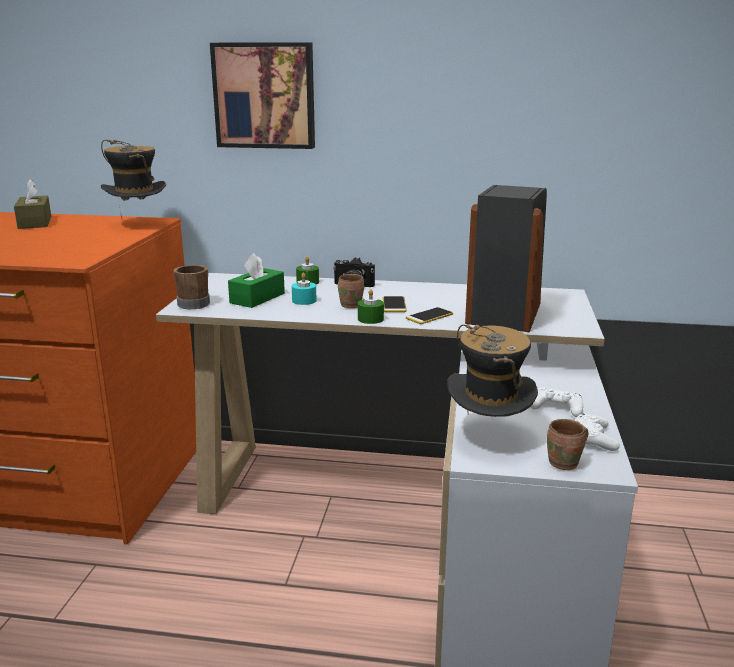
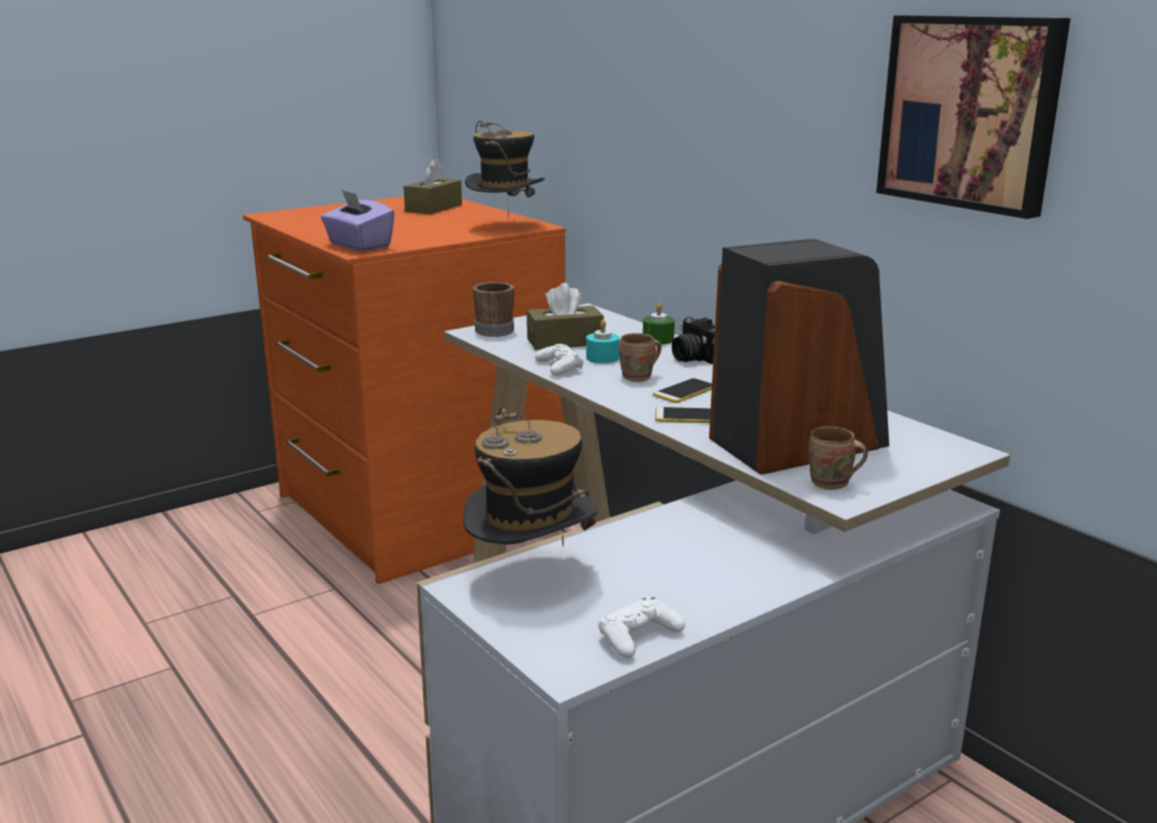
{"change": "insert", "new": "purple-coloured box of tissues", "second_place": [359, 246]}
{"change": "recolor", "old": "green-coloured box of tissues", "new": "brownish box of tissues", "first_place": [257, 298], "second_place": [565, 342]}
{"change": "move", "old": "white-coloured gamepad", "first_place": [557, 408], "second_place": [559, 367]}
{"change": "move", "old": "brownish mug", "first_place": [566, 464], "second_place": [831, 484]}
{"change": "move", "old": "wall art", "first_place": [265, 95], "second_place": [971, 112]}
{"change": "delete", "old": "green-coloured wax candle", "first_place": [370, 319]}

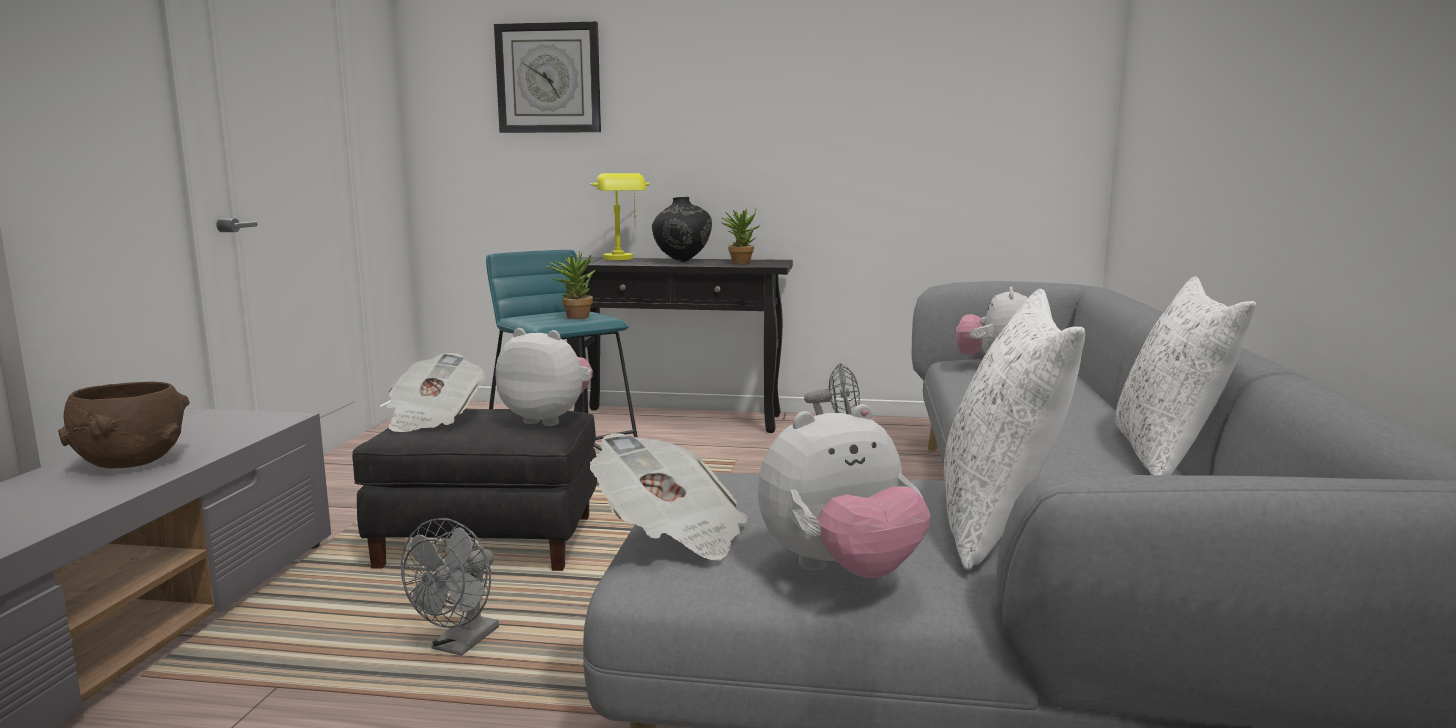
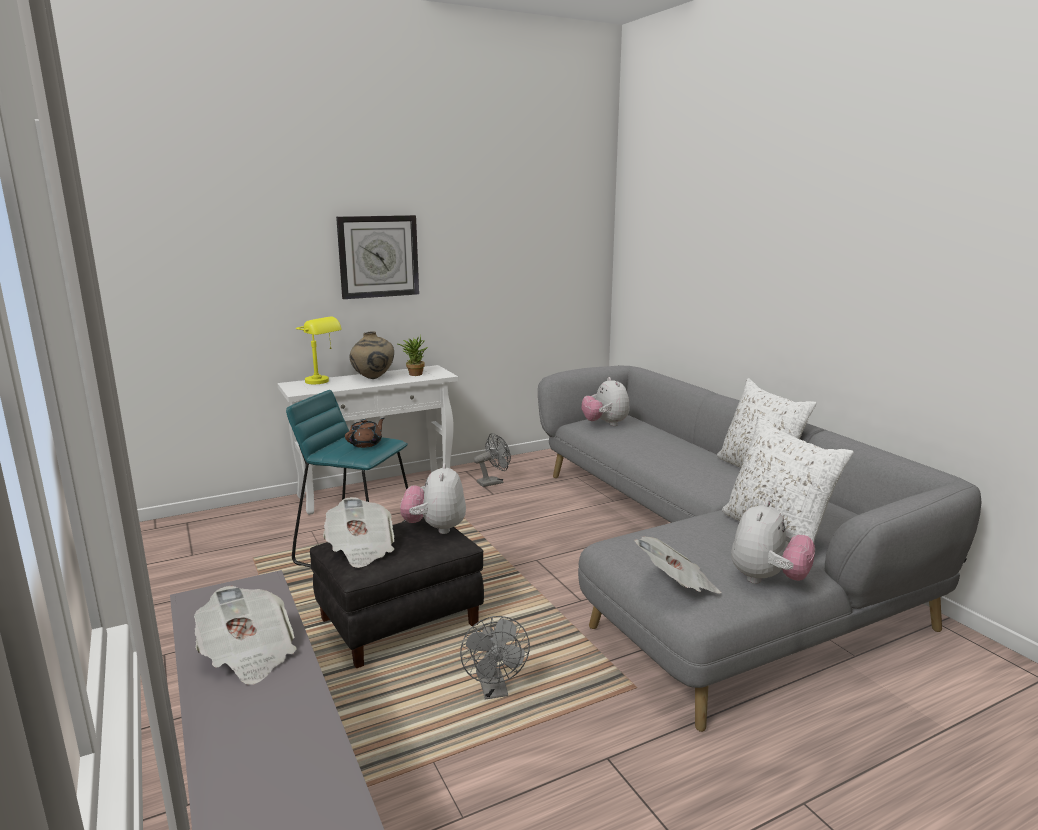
{"change": "replace", "old": "brownish deep dish", "new": "newspaper", "first_place": [131, 463], "second_place": [248, 655]}
{"change": "recolor", "old": "black-coloured narrow table", "new": "white-coloured narrow table", "first_place": [680, 420], "second_place": [377, 491]}
{"change": "move", "old": "wall clock", "first_place": [548, 78], "second_place": [378, 256]}
{"change": "replace", "old": "potted plant", "new": "brownish pot for tea", "first_place": [573, 316], "second_place": [366, 444]}
{"change": "recolor", "old": "black-coloured vase", "new": "beige-coloured vase", "first_place": [682, 261], "second_place": [373, 379]}
{"change": "rotate", "old": "soft toy", "first_place": [548, 419], "second_place": [435, 528], "degrees": -75}

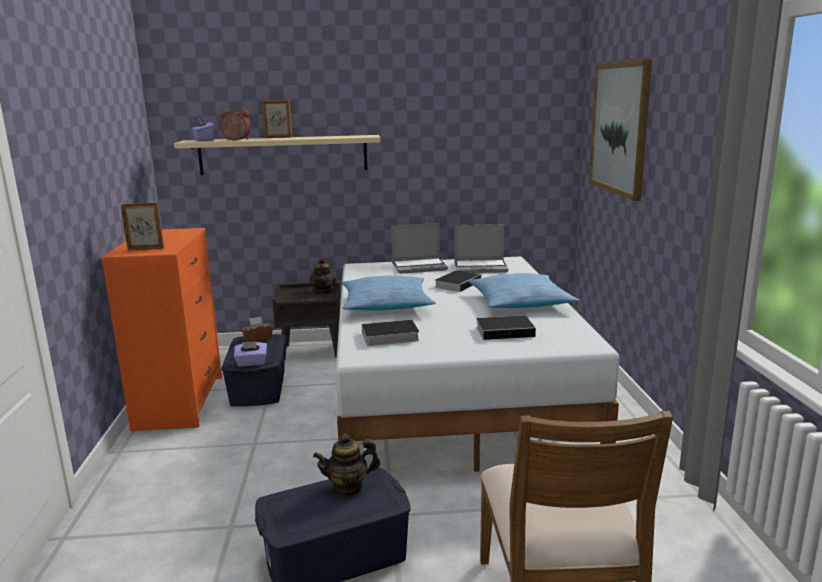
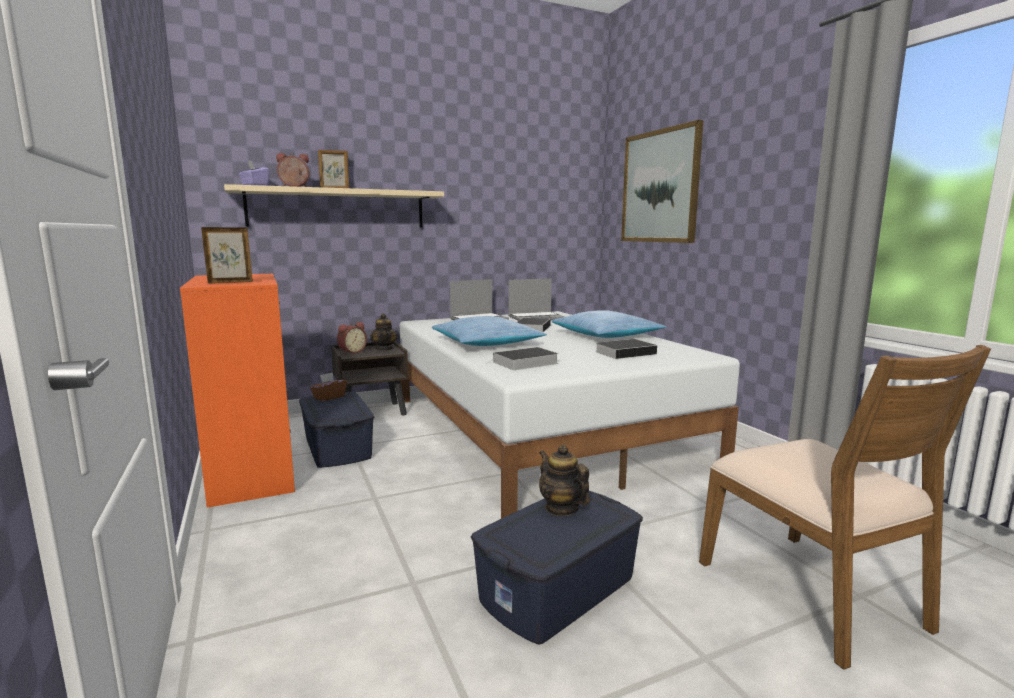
{"change": "insert", "new": "table clock", "second_place": [351, 352]}
{"change": "rotate", "old": "pot for tea", "first_place": [348, 488], "second_place": [561, 508], "degrees": 90}
{"change": "delete", "old": "purple-coloured box of tissues", "first_place": [251, 363]}

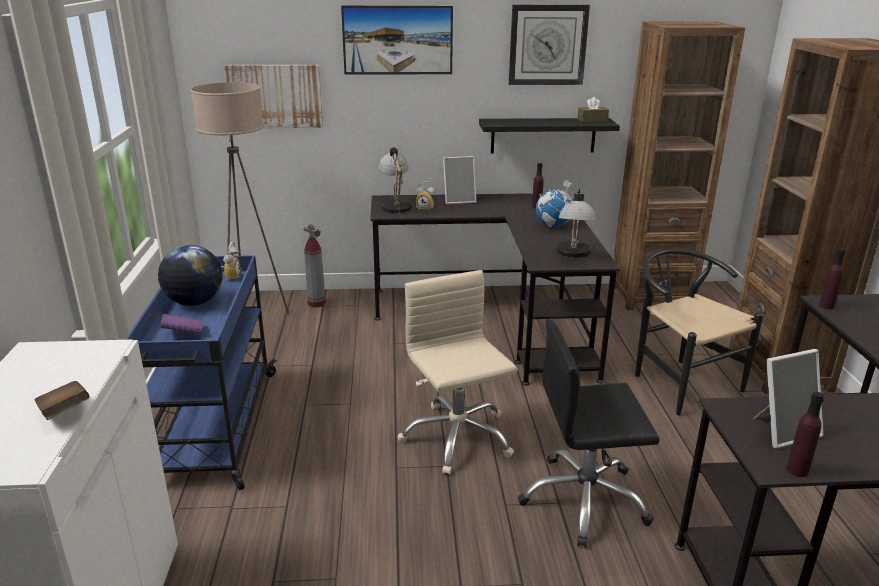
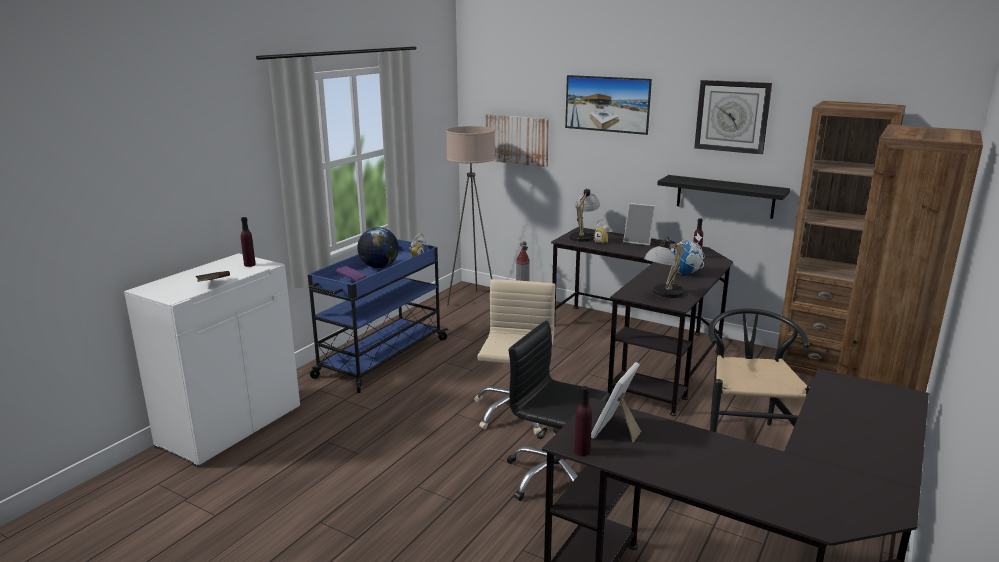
{"change": "move", "old": "purple-coloured beverage bottle", "first_place": [826, 306], "second_place": [249, 265]}
{"change": "rotate", "old": "standing frame", "first_place": [783, 430], "second_place": [616, 431], "degrees": 105}
{"change": "delete", "old": "brownish box of tissues", "first_place": [592, 120]}

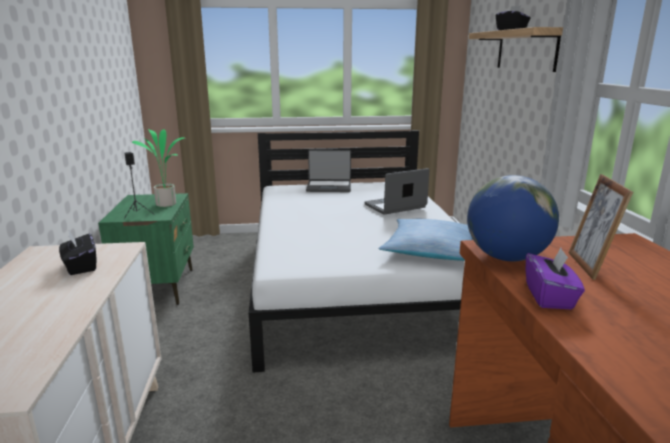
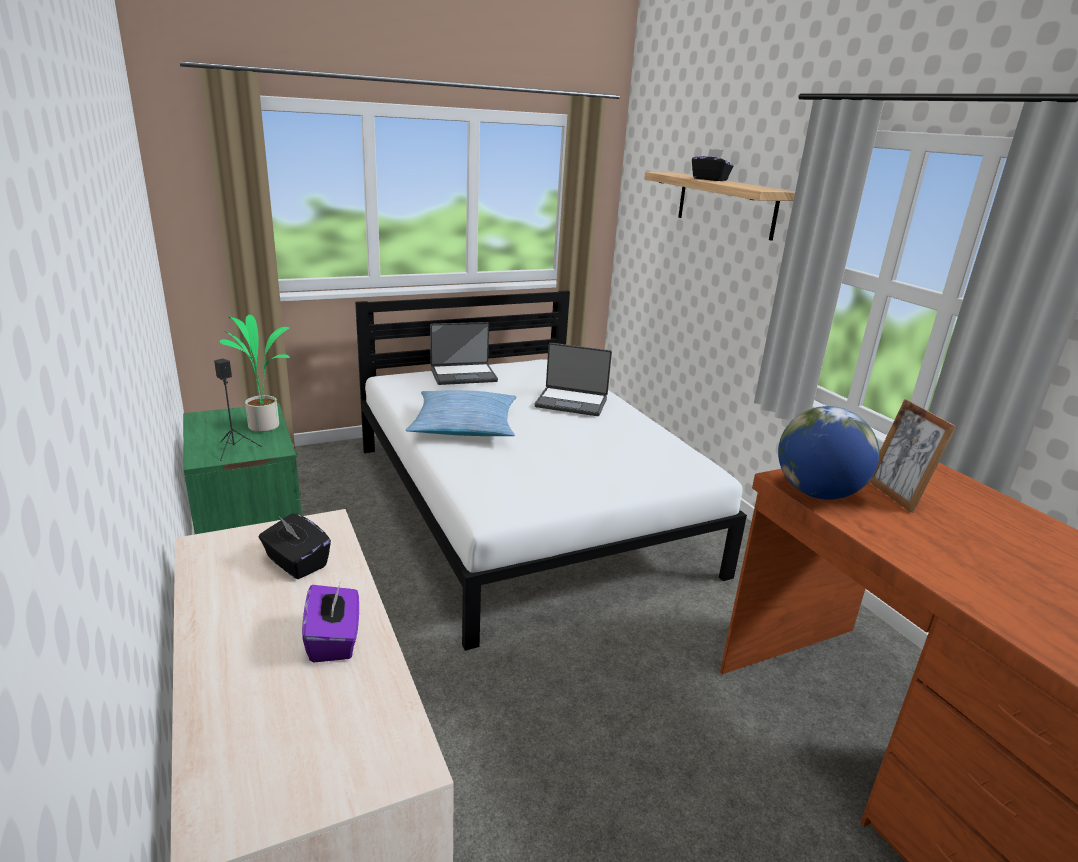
{"change": "move", "old": "purple-coloured box of tissues", "first_place": [549, 297], "second_place": [334, 640]}
{"change": "move", "old": "cushion", "first_place": [431, 250], "second_place": [464, 426]}
{"change": "rotate", "old": "notebook computer", "first_place": [395, 206], "second_place": [571, 402], "degrees": -120}

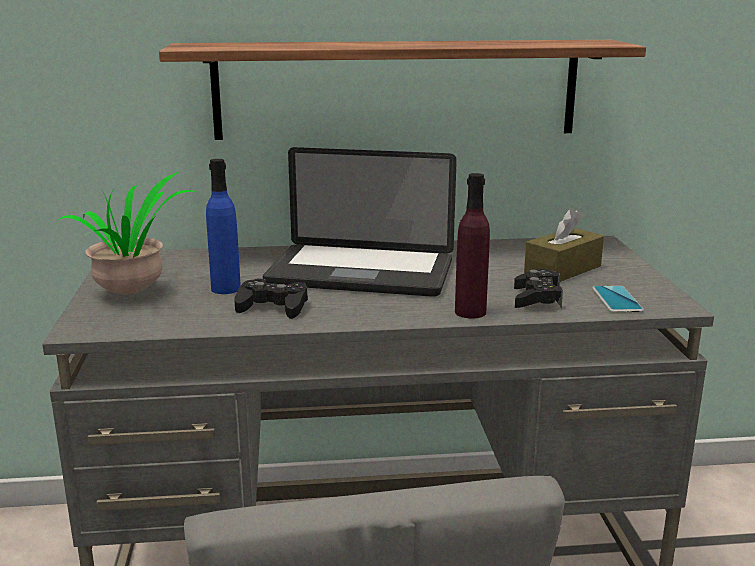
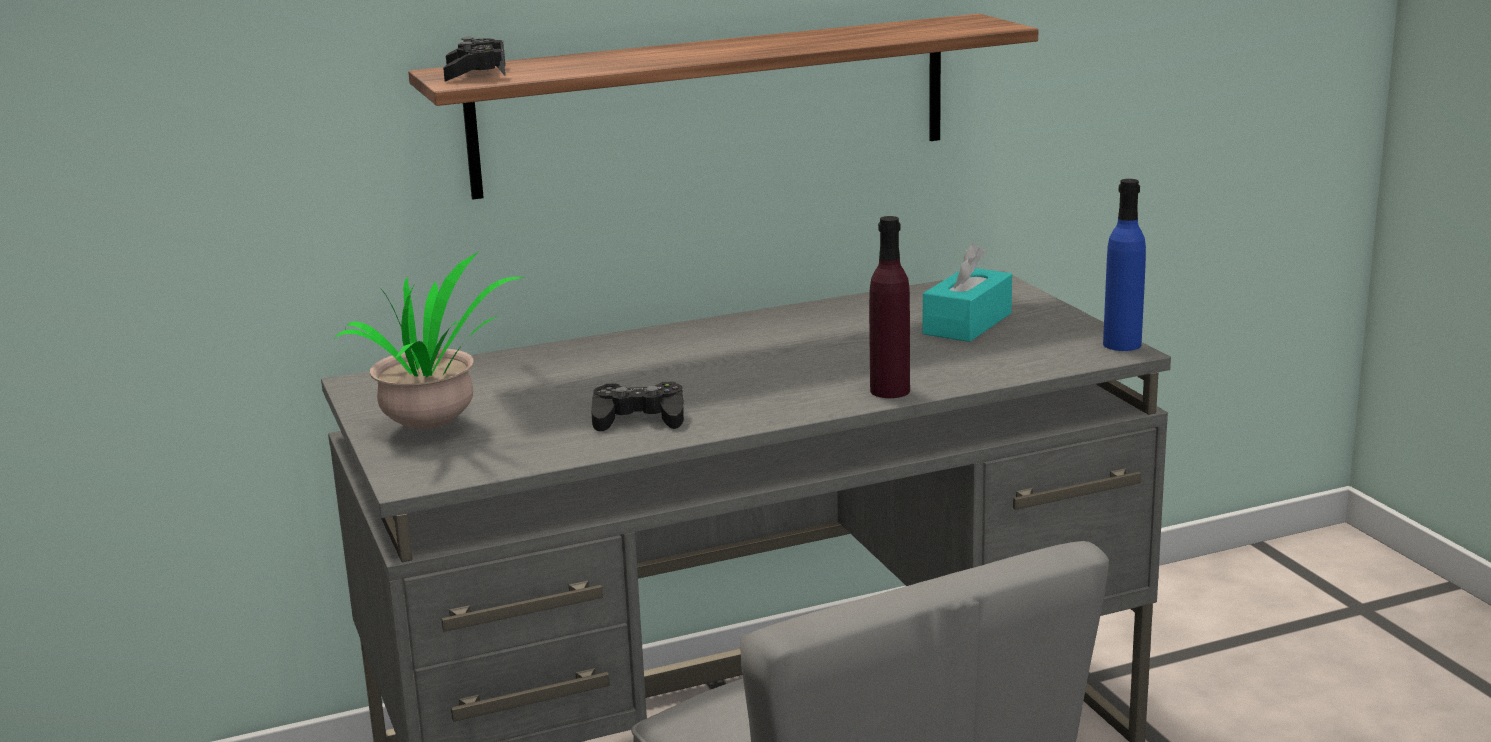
{"change": "move", "old": "black-coloured gamepad", "first_place": [537, 298], "second_place": [475, 73]}
{"change": "recolor", "old": "brownish box of tissues", "new": "blue-green box of tissues", "first_place": [562, 269], "second_place": [967, 324]}
{"change": "move", "old": "blue-coloured beverage bottle", "first_place": [226, 288], "second_place": [1122, 344]}
{"change": "delete", "old": "notebook computer", "first_place": [361, 273]}
{"change": "delete", "old": "handset", "first_place": [617, 300]}

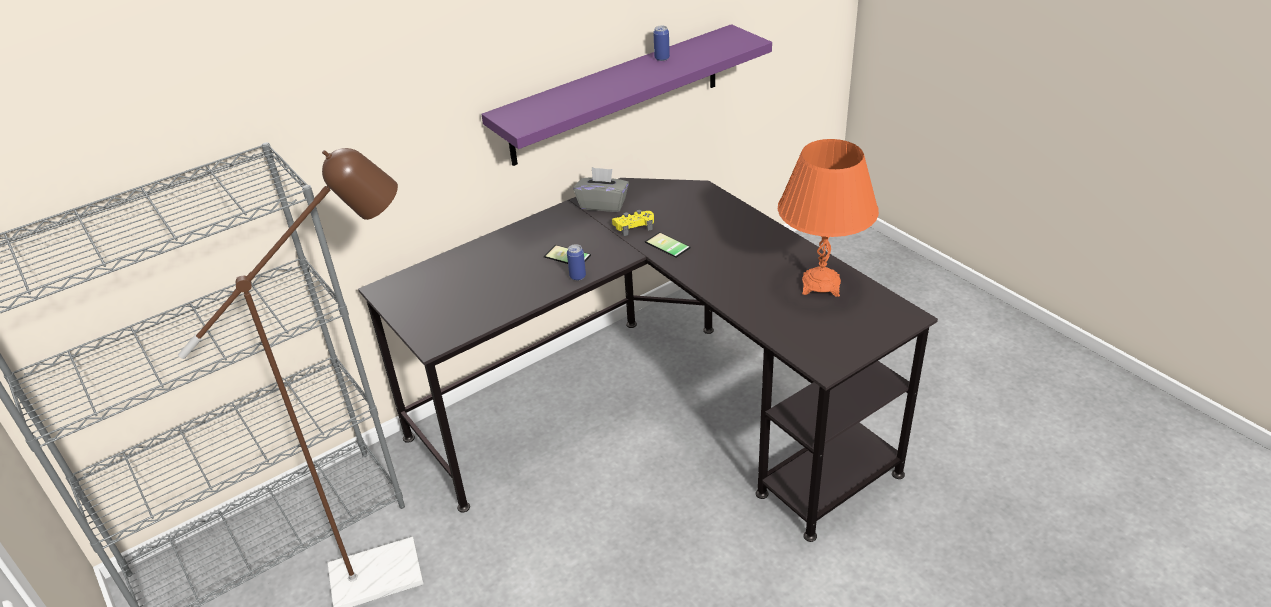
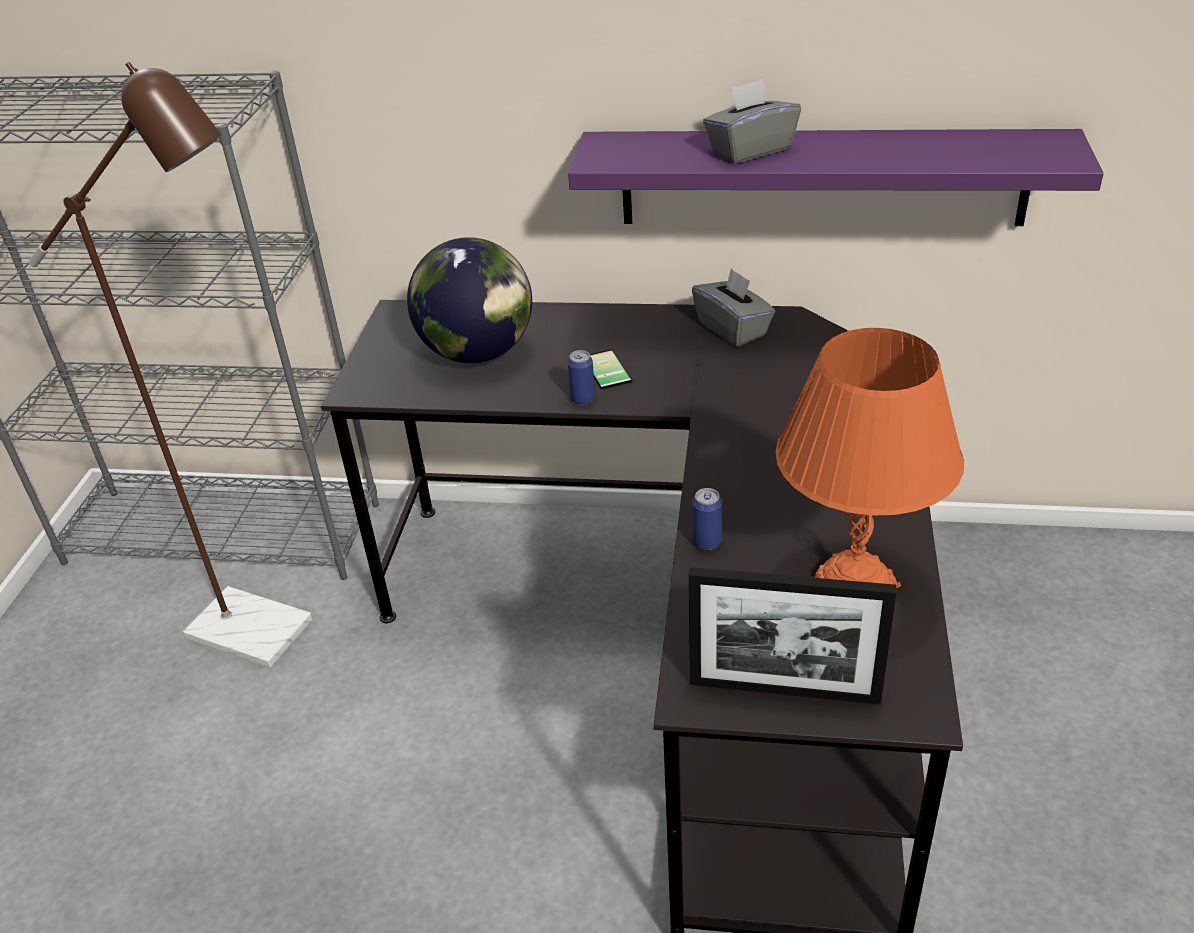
{"change": "insert", "new": "world globe", "second_place": [478, 353]}
{"change": "insert", "new": "standing frame", "second_place": [784, 690]}
{"change": "move", "old": "metal can", "first_place": [662, 58], "second_place": [707, 542]}
{"change": "insert", "new": "greyish box of tissues", "second_place": [750, 150]}
{"change": "delete", "old": "yellow gamepad", "first_place": [634, 226]}
{"change": "delete", "old": "handset", "first_place": [666, 246]}

